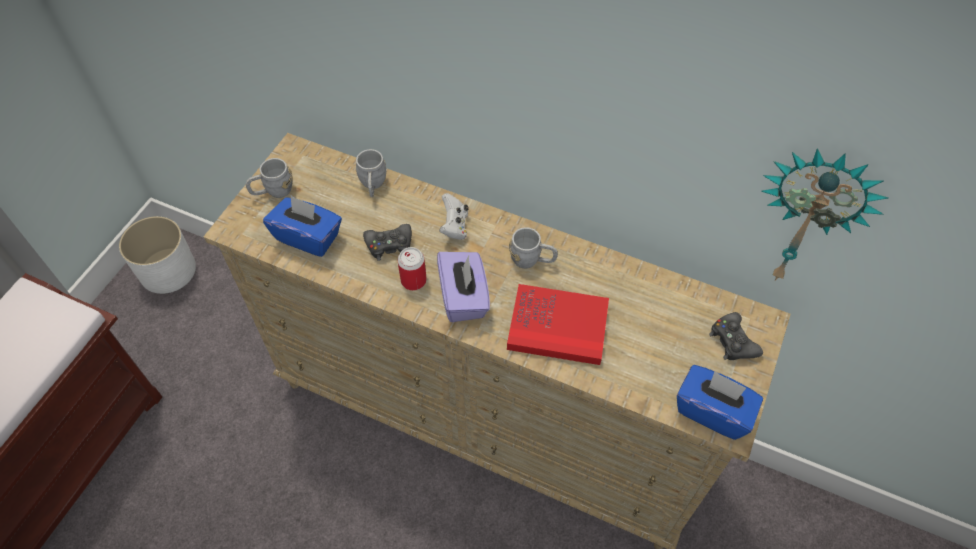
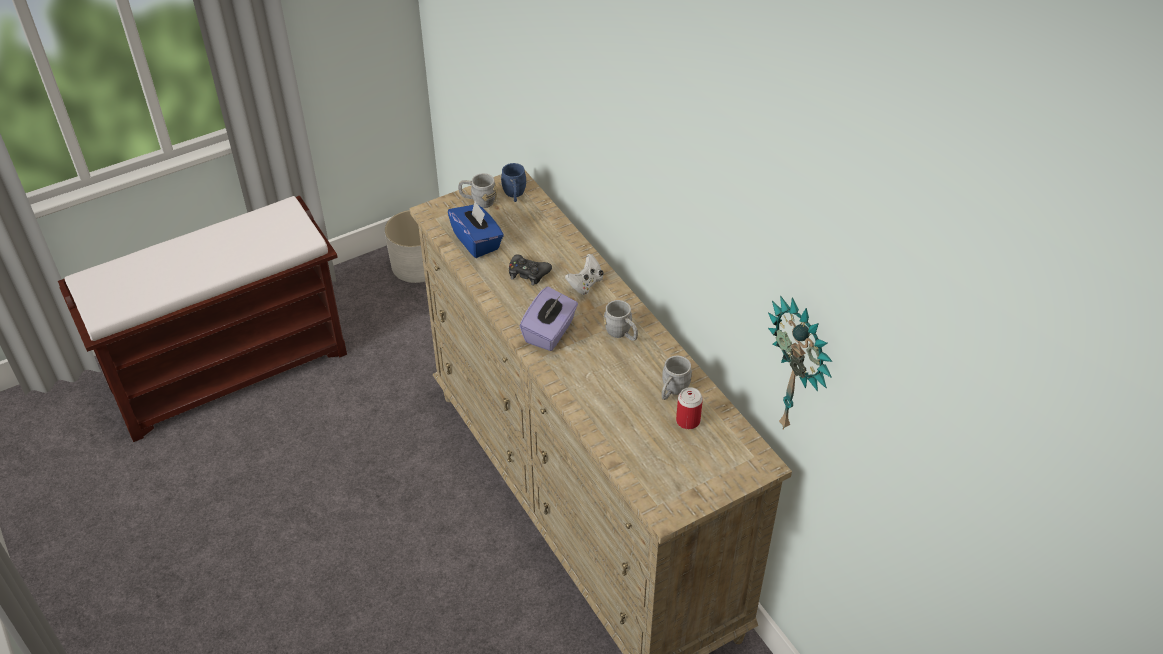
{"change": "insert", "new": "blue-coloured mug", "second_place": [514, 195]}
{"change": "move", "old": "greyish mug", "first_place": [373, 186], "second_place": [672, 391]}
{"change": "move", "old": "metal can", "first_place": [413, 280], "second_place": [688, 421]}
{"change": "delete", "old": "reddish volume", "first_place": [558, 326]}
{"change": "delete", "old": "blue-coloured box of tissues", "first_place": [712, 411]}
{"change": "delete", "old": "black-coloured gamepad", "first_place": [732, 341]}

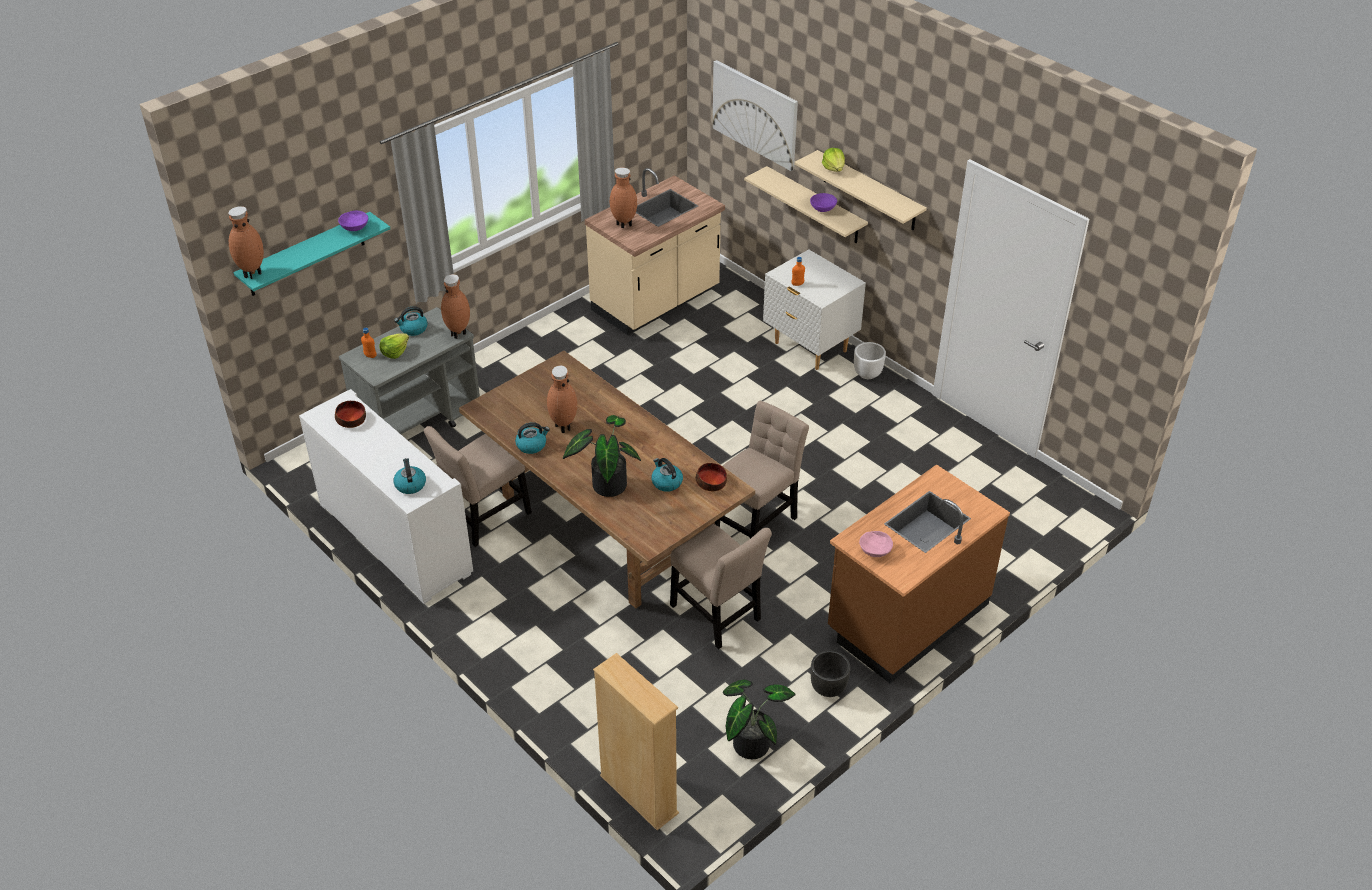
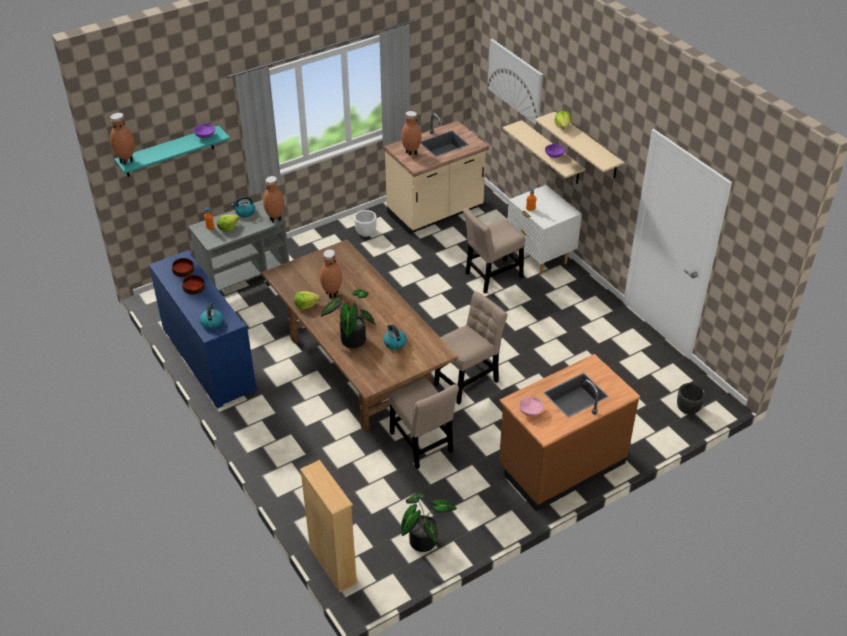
{"change": "recolor", "old": "white-coloured cupboard", "new": "blue-coloured cupboard", "first_place": [395, 538], "second_place": [208, 359]}
{"change": "move", "old": "deep dish", "first_place": [711, 483], "second_place": [194, 289]}
{"change": "replace", "old": "kettle", "new": "lettuce", "first_place": [532, 445], "second_place": [306, 304]}
{"change": "move", "old": "white-coloured planter", "first_place": [867, 374], "second_place": [365, 233]}
{"change": "move", "old": "beige-coloured plain chair", "first_place": [484, 518], "second_place": [491, 276]}
{"change": "move", "old": "black-coloured planter", "first_place": [828, 688], "second_place": [688, 409]}

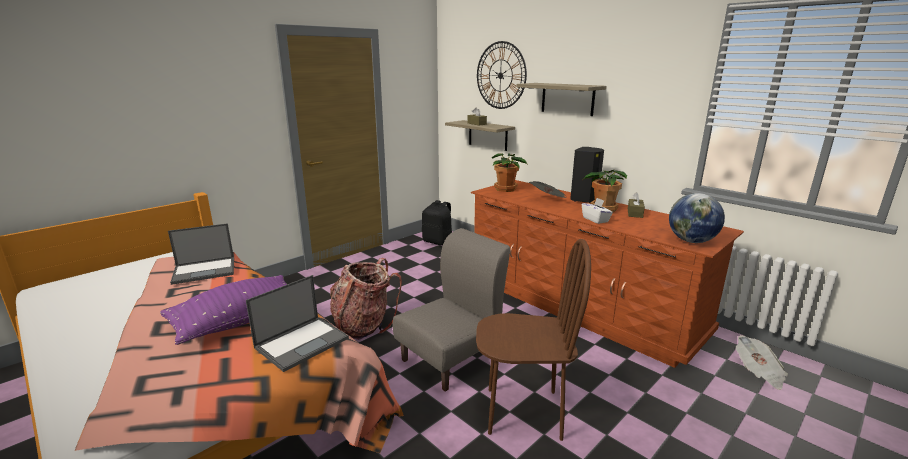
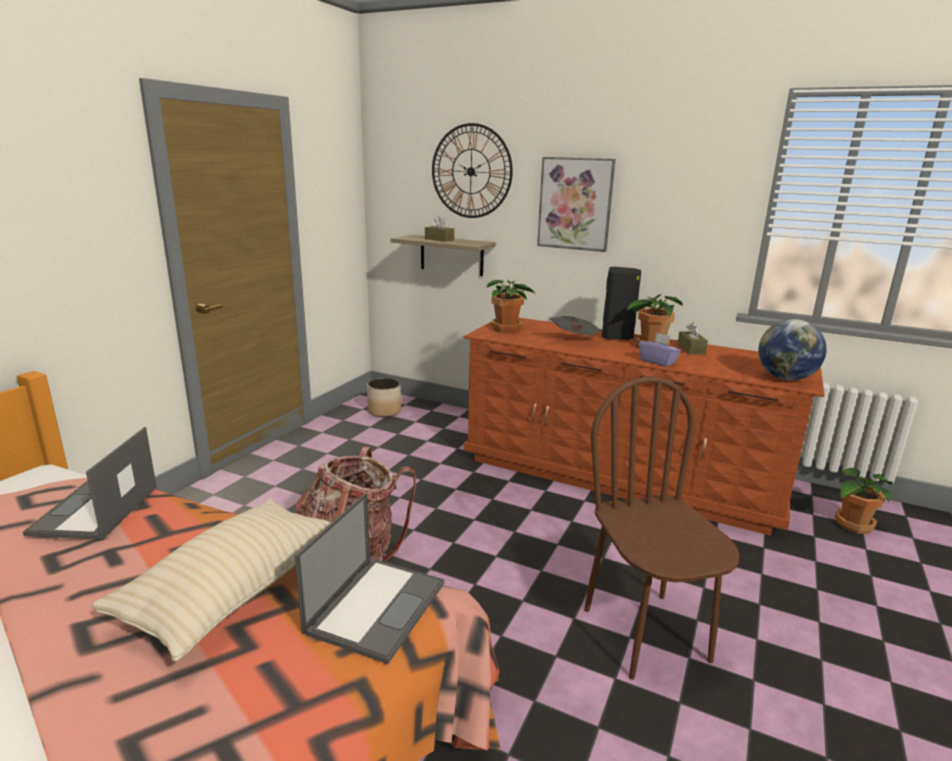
{"change": "rotate", "old": "notebook computer", "first_place": [205, 270], "second_place": [95, 511], "degrees": 135}
{"change": "recolor", "old": "purple-coloured cushion", "new": "beige-coloured cushion", "first_place": [239, 321], "second_place": [236, 591]}
{"change": "replace", "old": "black-coloured backpack", "new": "planter", "first_place": [438, 242], "second_place": [385, 411]}
{"change": "replace", "old": "wall shelf", "new": "wall art", "first_place": [567, 99], "second_place": [575, 204]}
{"change": "rotate", "old": "brownish plain chair", "first_place": [523, 412], "second_place": [646, 634], "degrees": -90}
{"change": "recolor", "old": "white-coloured box of tissues", "new": "purple-coloured box of tissues", "first_place": [595, 220], "second_place": [657, 362]}
{"change": "replace", "old": "newspaper", "new": "potted plant", "first_place": [758, 373], "second_place": [852, 524]}
{"change": "delete", "old": "greyish plain chair", "first_place": [451, 359]}

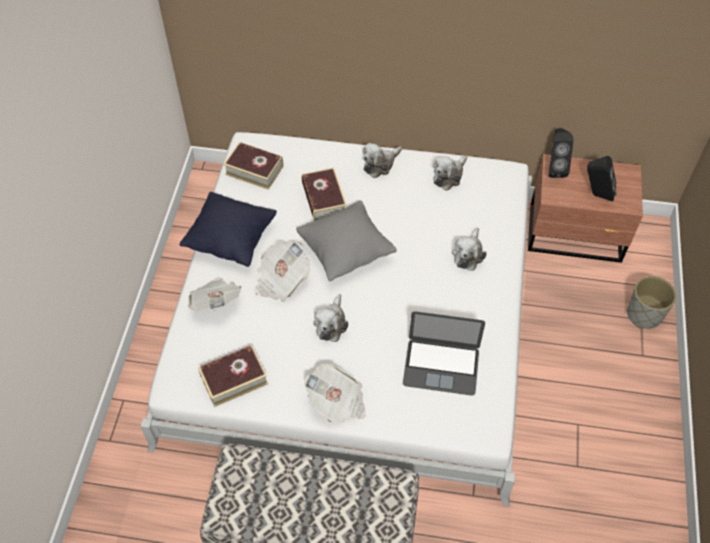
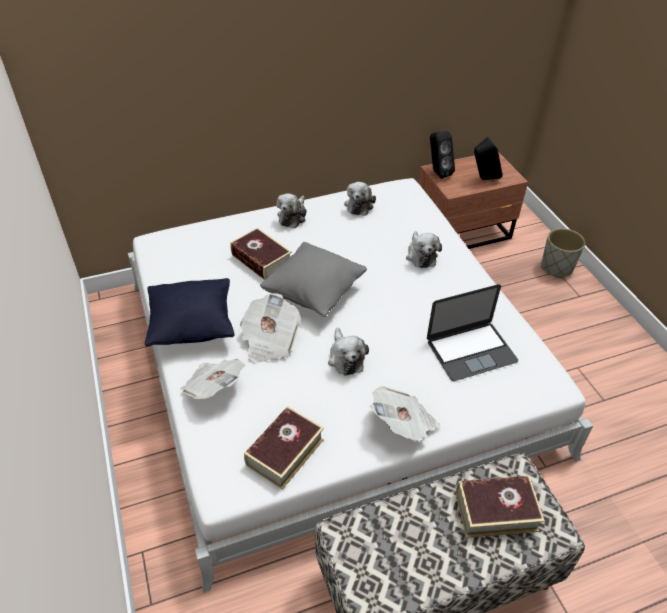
{"change": "move", "old": "volume", "first_place": [254, 170], "second_place": [496, 511]}

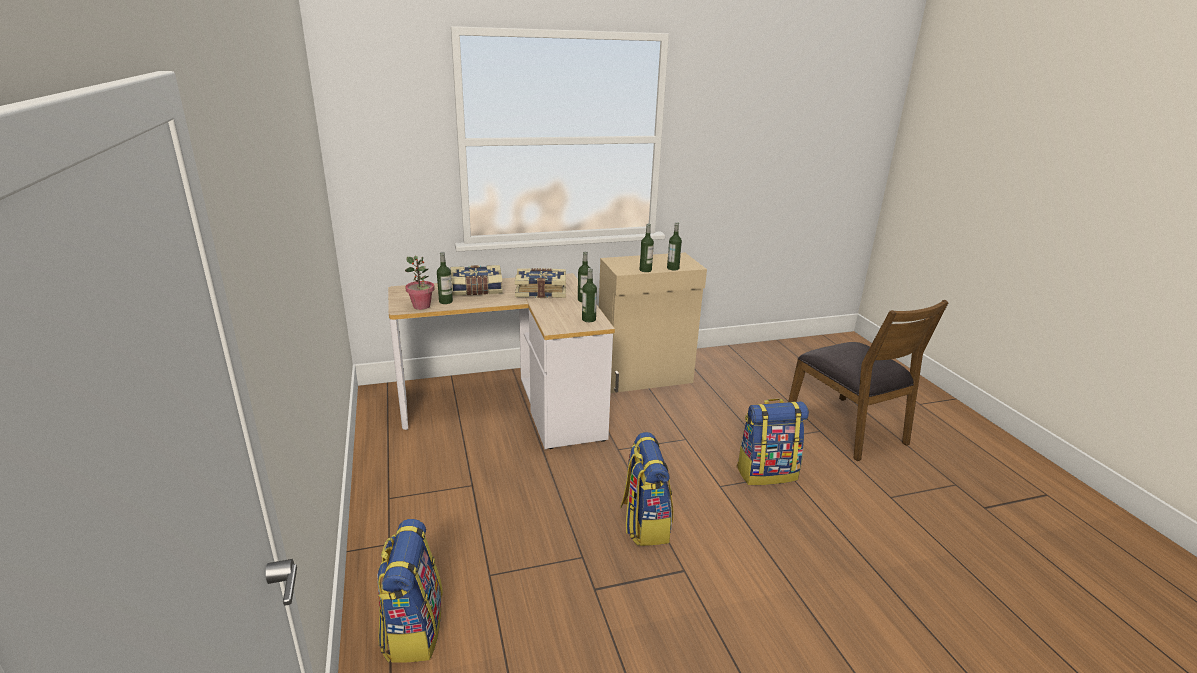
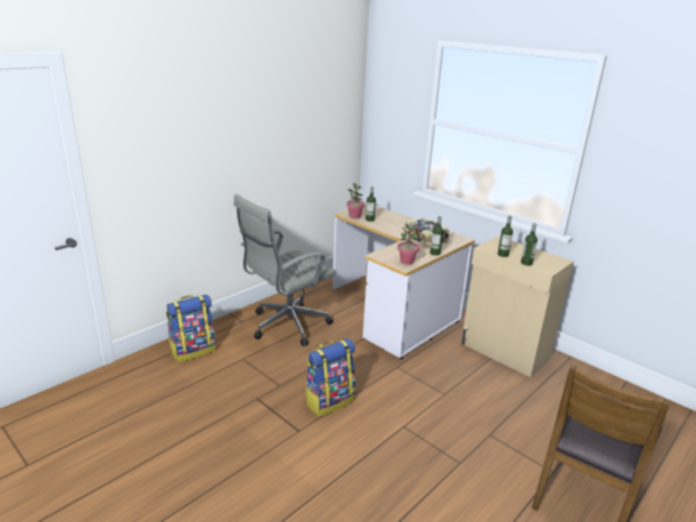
{"change": "insert", "new": "greyish desk chair", "second_place": [286, 326]}
{"change": "replace", "old": "beverage bottle", "new": "potted plant", "first_place": [588, 319], "second_place": [406, 261]}
{"change": "delete", "old": "volume", "first_place": [477, 290]}
{"change": "delete", "old": "backpack", "first_place": [766, 473]}

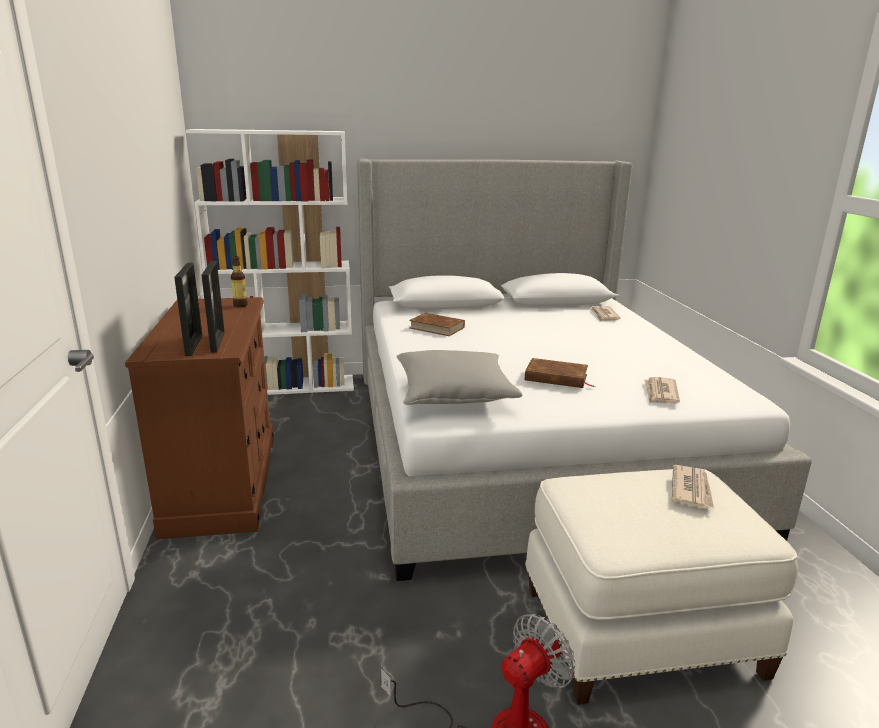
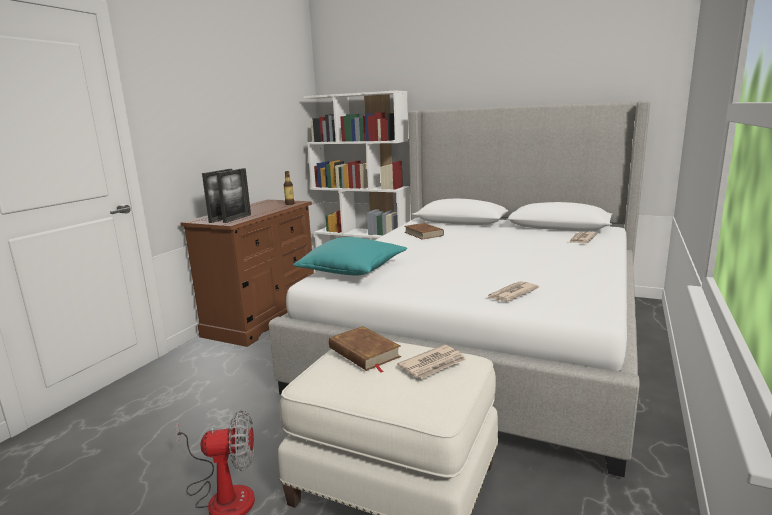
{"change": "recolor", "old": "greyish cushion", "new": "blue-green cushion", "first_place": [454, 394], "second_place": [353, 270]}
{"change": "move", "old": "brownish volume", "first_place": [556, 378], "second_place": [364, 353]}

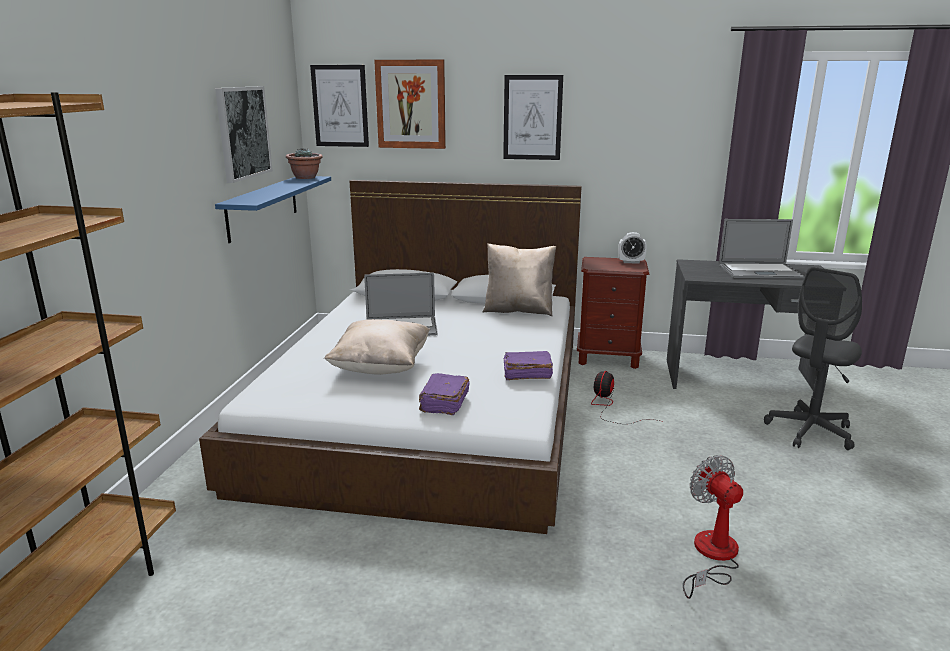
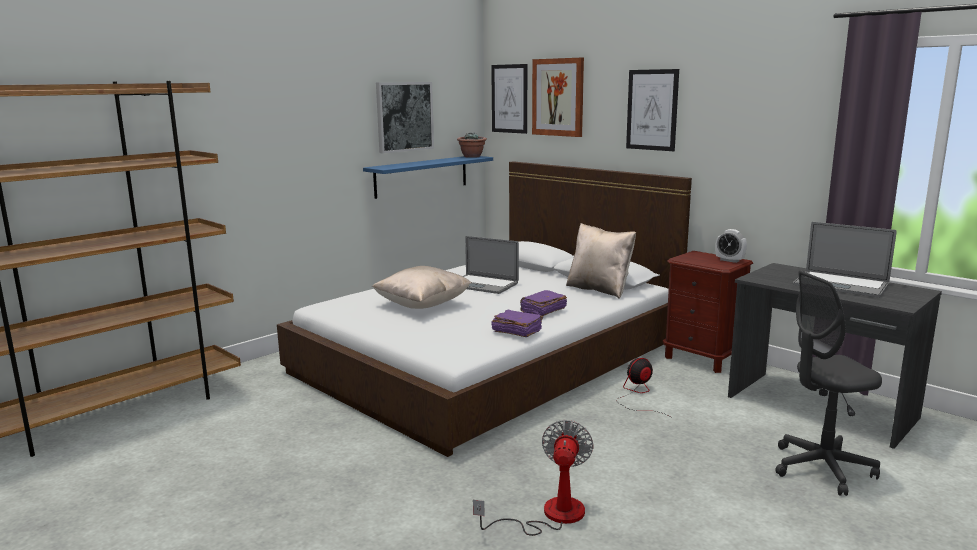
{"change": "move", "old": "purple-coloured volume", "first_place": [444, 403], "second_place": [542, 311]}

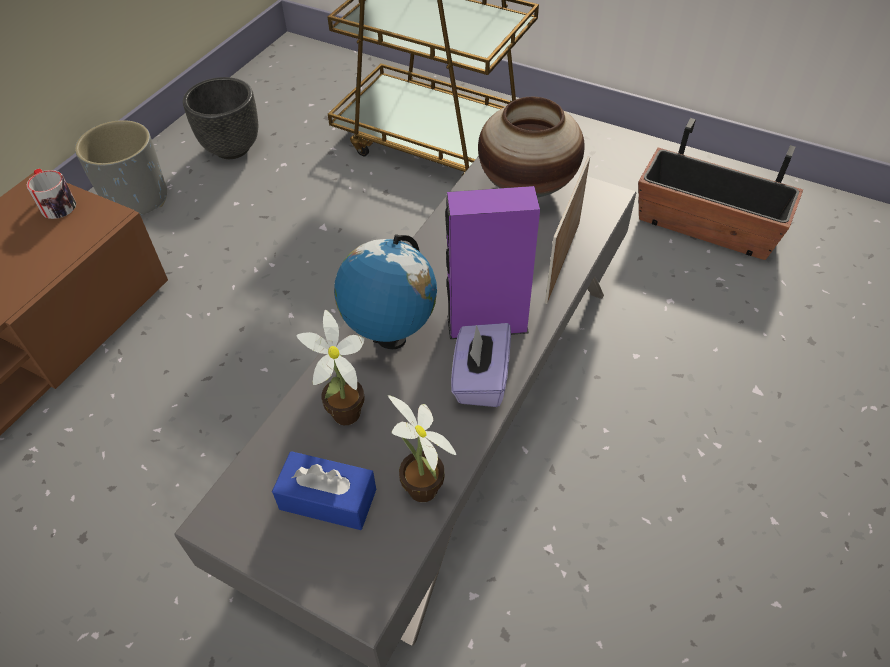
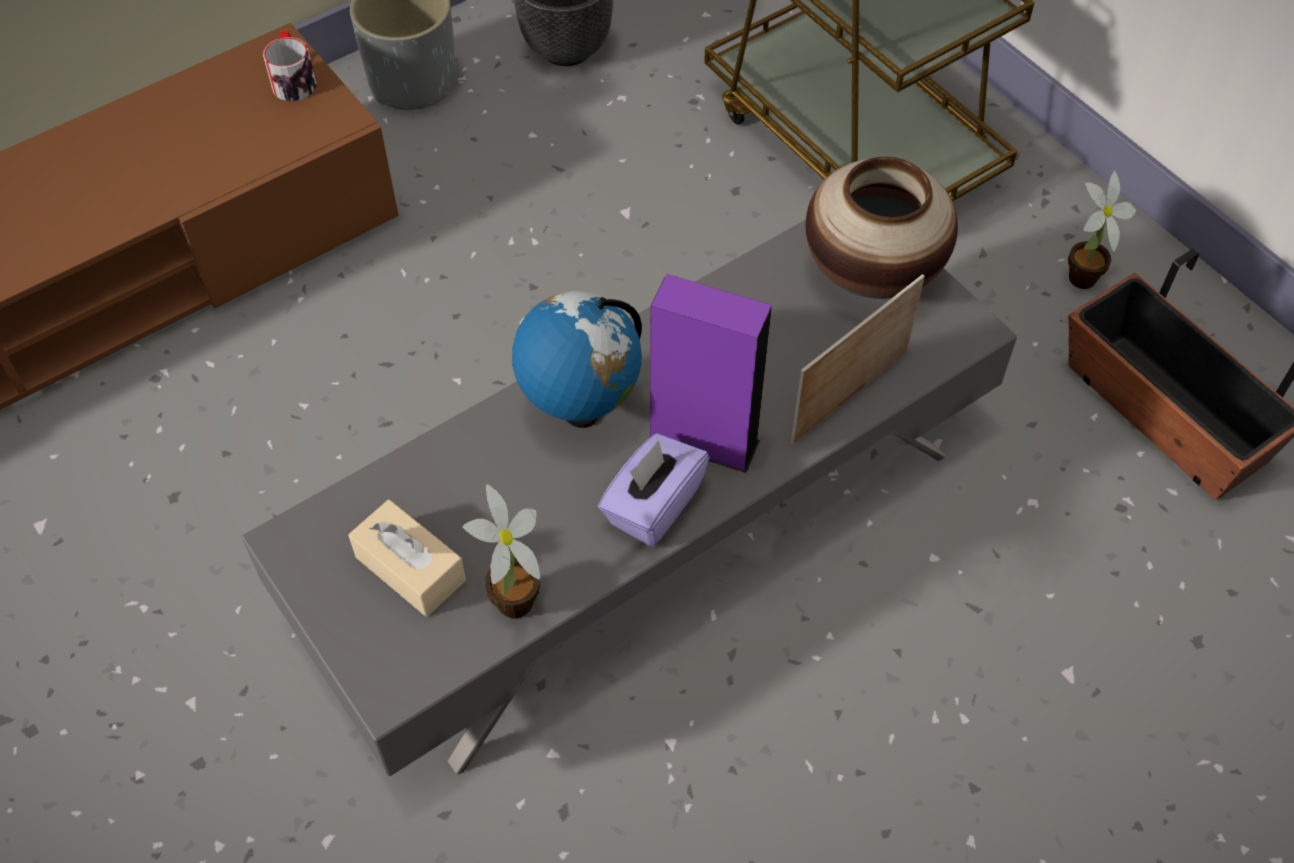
{"change": "recolor", "old": "blue-coloured box of tissues", "new": "beige-coloured box of tissues", "first_place": [328, 499], "second_place": [410, 568]}
{"change": "move", "old": "potted plant", "first_place": [343, 417], "second_place": [1078, 280]}

